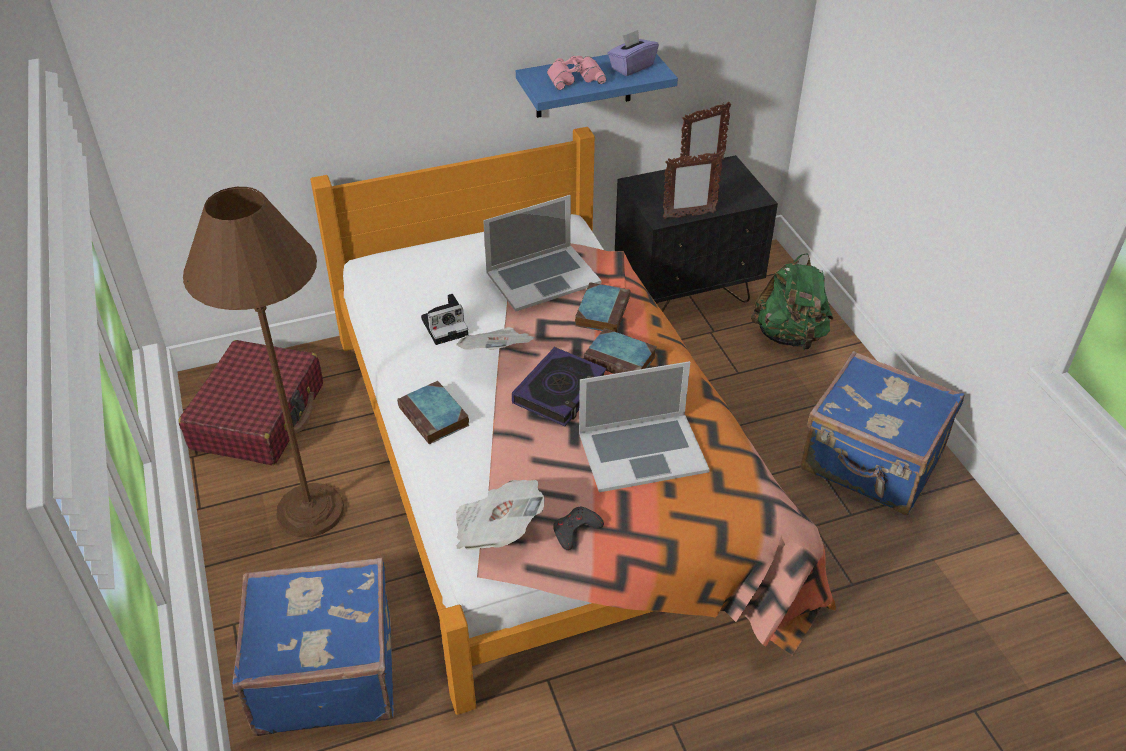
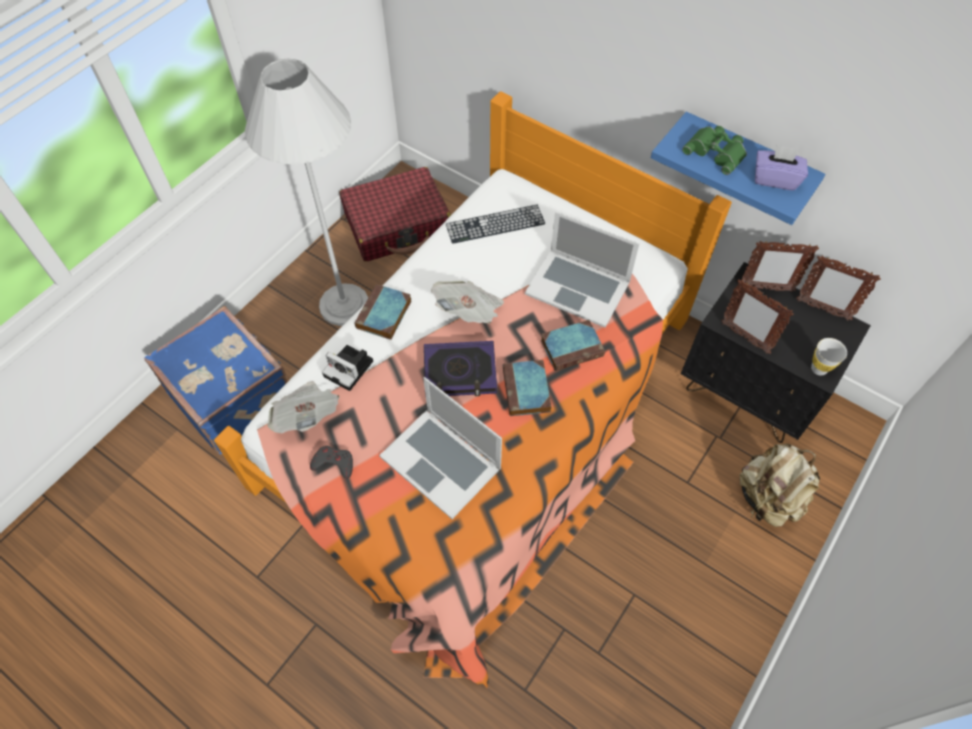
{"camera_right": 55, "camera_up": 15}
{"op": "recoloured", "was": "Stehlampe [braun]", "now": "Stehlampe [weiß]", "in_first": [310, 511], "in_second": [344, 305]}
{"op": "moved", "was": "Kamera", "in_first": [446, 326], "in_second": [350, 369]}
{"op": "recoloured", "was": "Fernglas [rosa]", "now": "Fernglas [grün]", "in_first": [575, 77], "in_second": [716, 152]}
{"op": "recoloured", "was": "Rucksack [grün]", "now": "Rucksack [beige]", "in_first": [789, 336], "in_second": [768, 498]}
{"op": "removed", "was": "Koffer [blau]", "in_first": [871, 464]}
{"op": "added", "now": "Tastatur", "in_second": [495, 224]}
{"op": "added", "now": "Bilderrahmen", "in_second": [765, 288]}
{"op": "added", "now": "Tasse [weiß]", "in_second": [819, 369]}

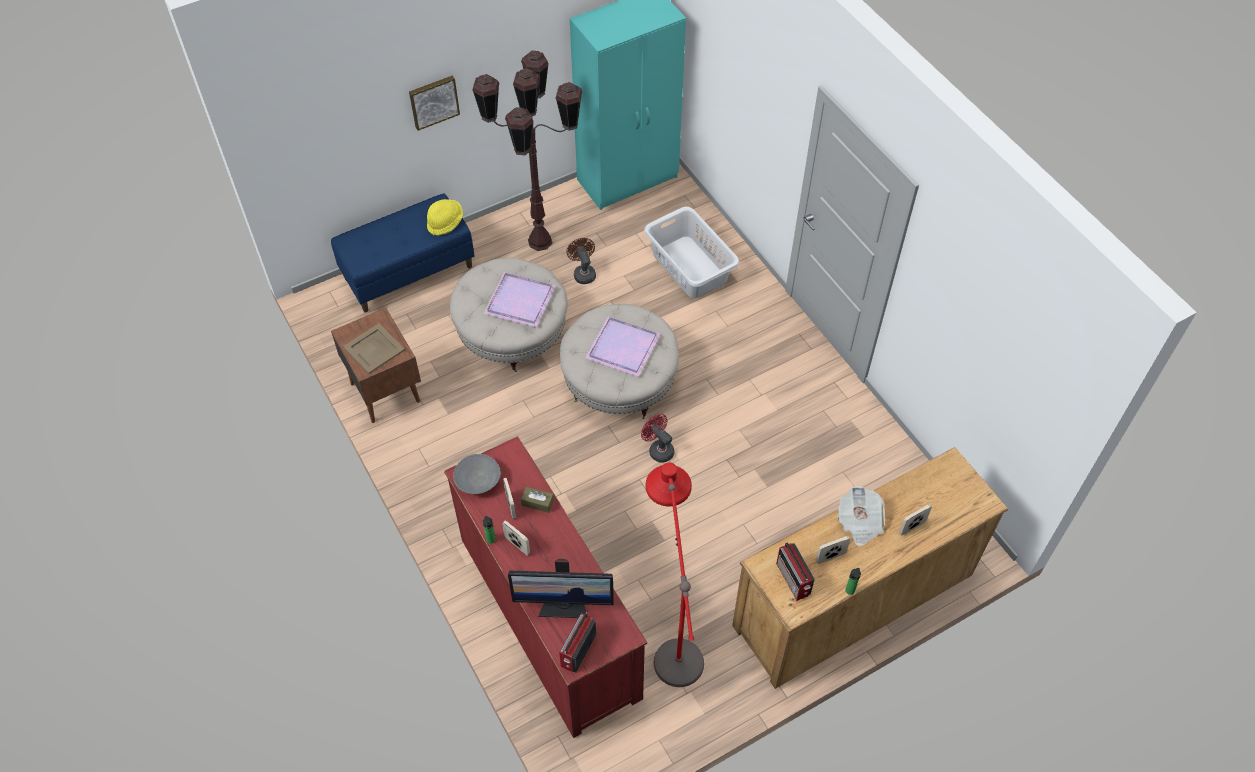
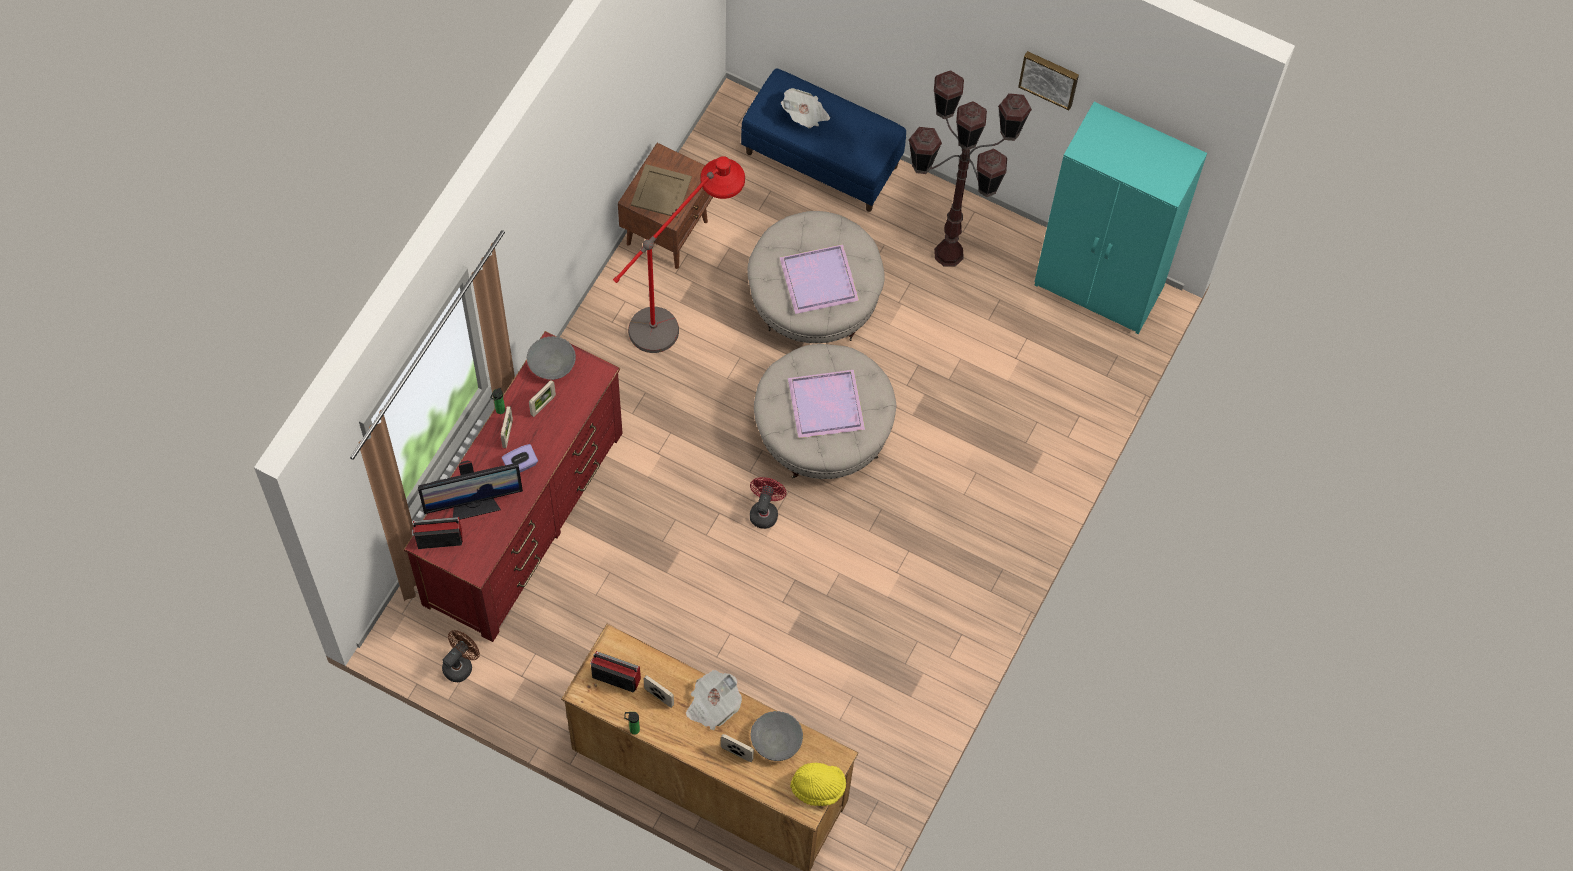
{"camera_right": 55, "camera_up": 10}
{"op": "moved", "was": "Bild", "in_first": [433, 101], "in_second": [1049, 78]}
{"op": "moved", "was": "Hut [gelb]", "in_first": [445, 223], "in_second": [818, 787]}
{"op": "turned", "was": "Monitor", "in_first": [563, 605], "in_second": [473, 504], "clockwise": -75}
{"op": "removed", "was": "Taschentuchbox [braun]", "in_first": [537, 502]}
{"op": "moved", "was": "Ventilator [braun]", "in_first": [583, 273], "in_second": [460, 664]}
{"op": "removed", "was": "Wäschekorb [grau]", "in_first": [689, 267]}
{"op": "moved", "was": "Stehlampe [rot]", "in_first": [672, 629], "in_second": [681, 309]}
{"op": "turned", "was": "Radio", "in_first": [793, 580], "in_second": [615, 677], "clockwise": 75}
{"op": "added", "now": "Taschentuchbox [lila]", "in_second": [521, 465]}
{"op": "added", "now": "Schüssel [grau]", "in_second": [776, 740]}
{"op": "added", "now": "Zeitung", "in_second": [805, 115]}

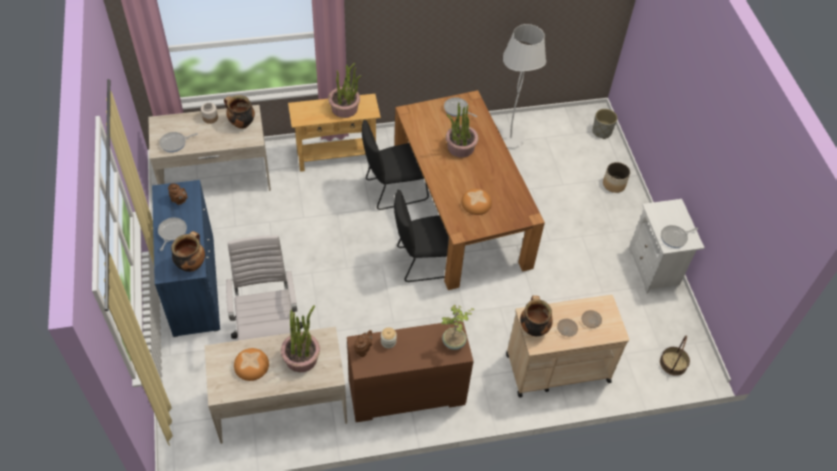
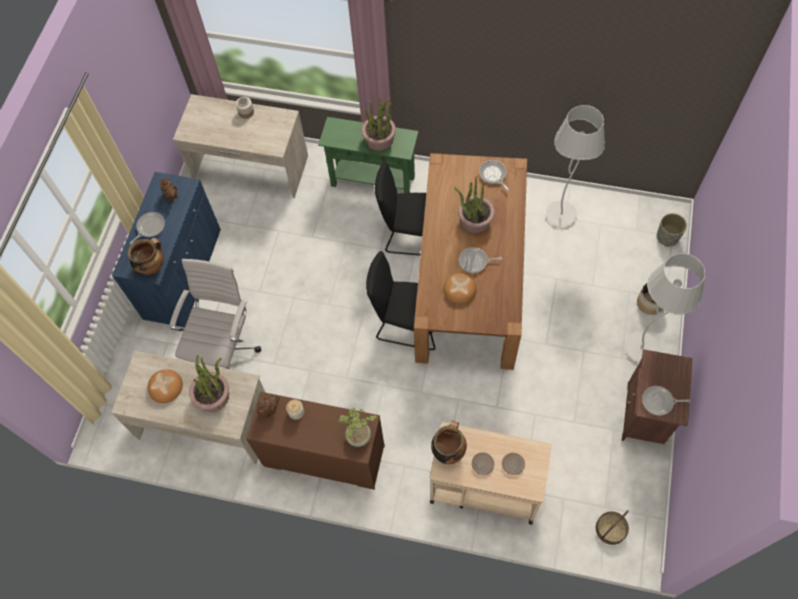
{"camera_right": 30, "camera_up": 10}
{"op": "moved", "was": "Pfanne", "in_first": [175, 143], "in_second": [475, 261]}
{"op": "removed", "was": "Kochtopf", "in_first": [241, 123]}
{"op": "recoloured", "was": "Konsolentisch [beige]", "now": "Konsolentisch [grün]", "in_first": [336, 157], "in_second": [373, 181]}
{"op": "recoloured", "was": "Nachttisch [weiß]", "now": "Nachttisch [braun]", "in_first": [655, 268], "in_second": [645, 415]}
{"op": "added", "now": "Stehlampe [weiß]", "in_second": [641, 348]}

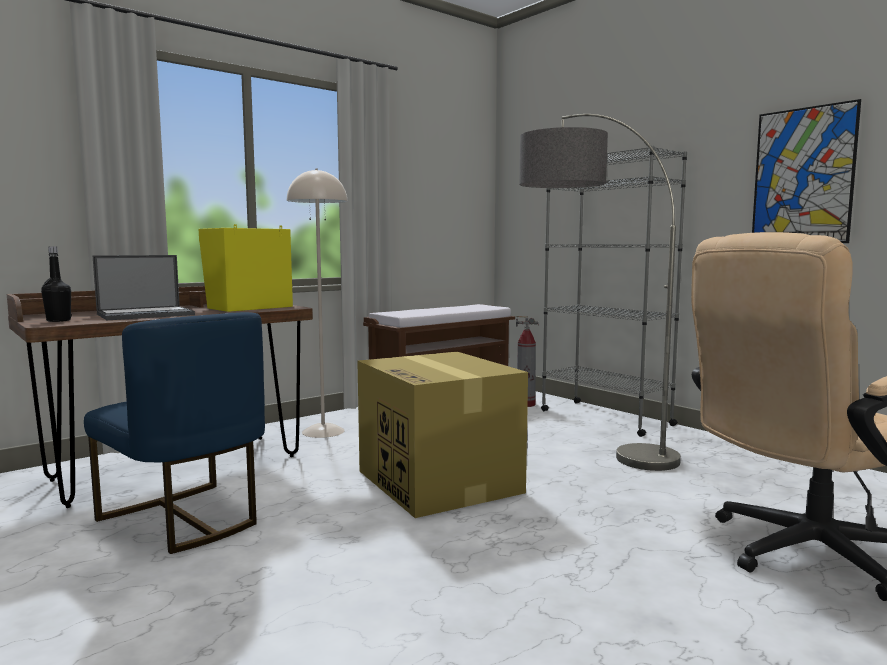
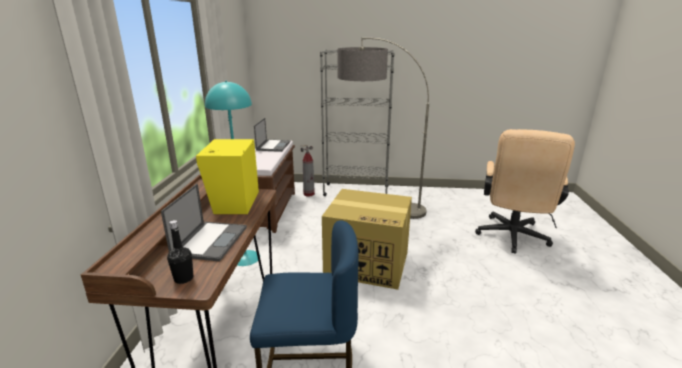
{"camera_right": -45, "camera_up": 15}
{"op": "recoloured", "was": "Stehlampe [beige]", "now": "Stehlampe [türkis]", "in_first": [323, 431], "in_second": [245, 257]}
{"op": "removed", "was": "Bild", "in_first": [803, 176]}
{"op": "added", "now": "Laptop", "in_second": [273, 146]}

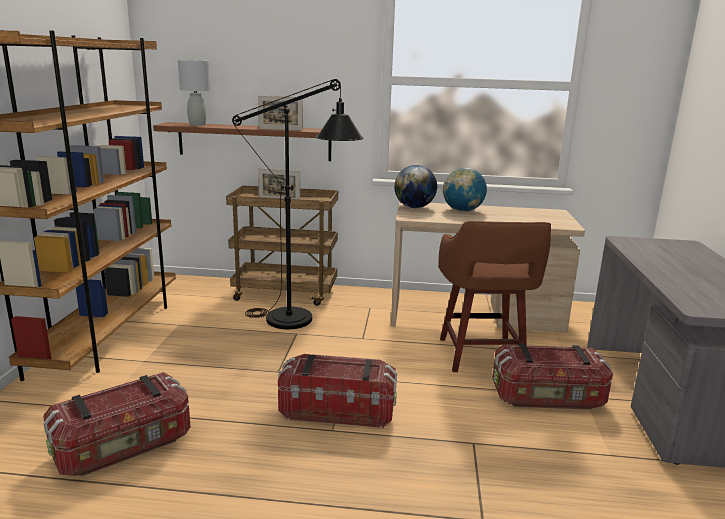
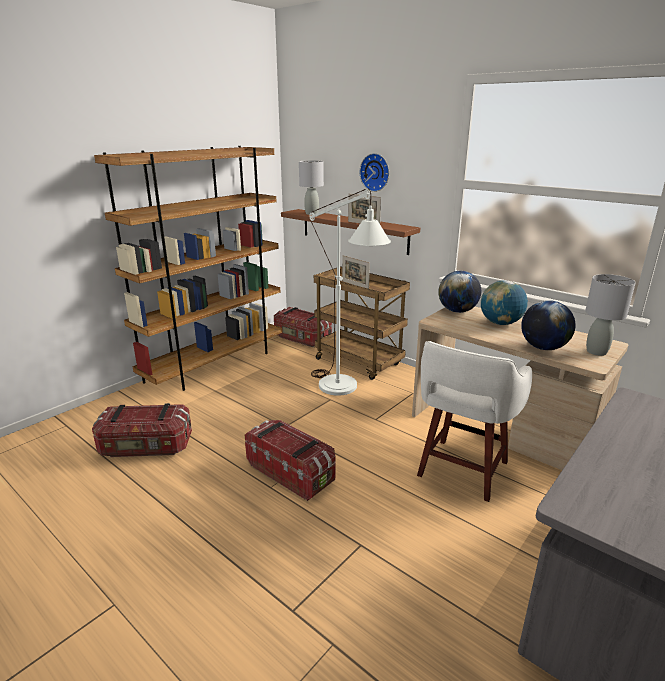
{"camera_right": 35, "camera_up": 5}
{"op": "recoloured", "was": "Stehlampe [schwarz]", "now": "Stehlampe [weiß]", "in_first": [301, 321], "in_second": [344, 390]}
{"op": "recoloured", "was": "Hocker [braun]", "now": "Hocker [weiß]", "in_first": [482, 356], "in_second": [461, 471]}
{"op": "moved", "was": "Aufbewahrungsbox", "in_first": [548, 398], "in_second": [301, 339]}
{"op": "added", "now": "Wanduhr", "in_second": [376, 172]}
{"op": "added", "now": "Globus", "in_second": [543, 348]}
{"op": "added", "now": "Tischlampe [grau]", "in_second": [597, 352]}

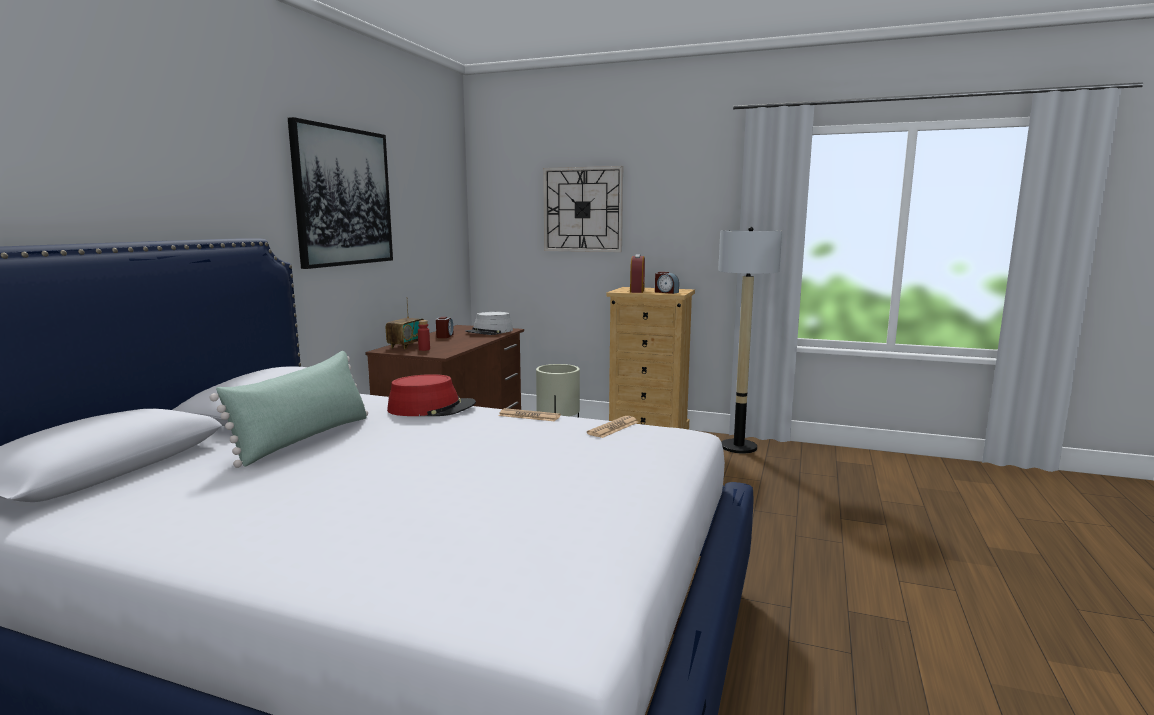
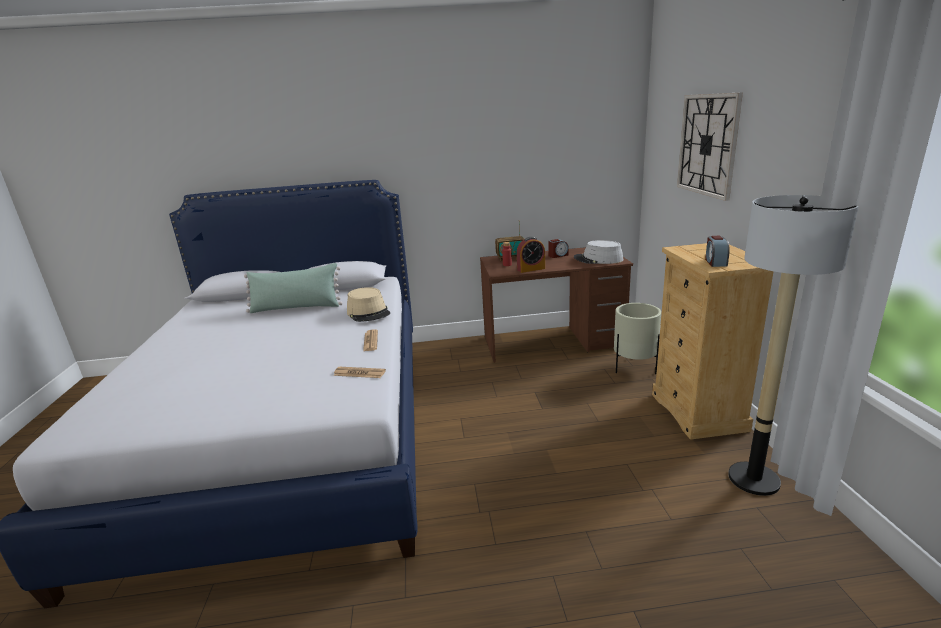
{"camera_right": 65, "camera_up": 10}
{"op": "removed", "was": "Bild", "in_first": [343, 197]}
{"op": "recoloured", "was": "Hut [rot]", "now": "Hut [beige]", "in_first": [432, 408], "in_second": [369, 313]}
{"op": "moved", "was": "Wecker", "in_first": [637, 291], "in_second": [531, 269]}

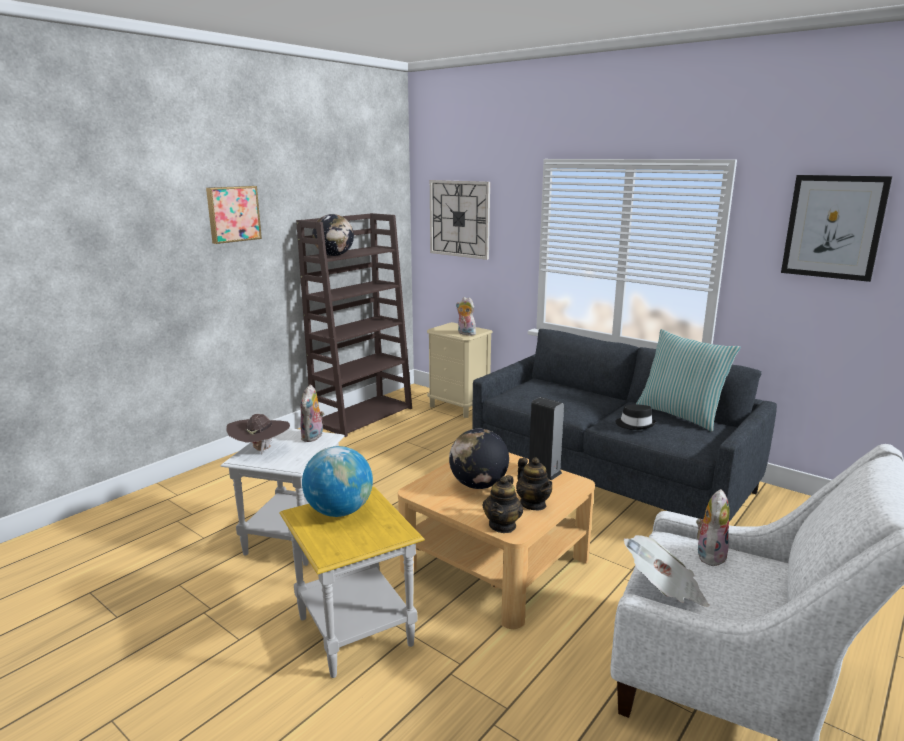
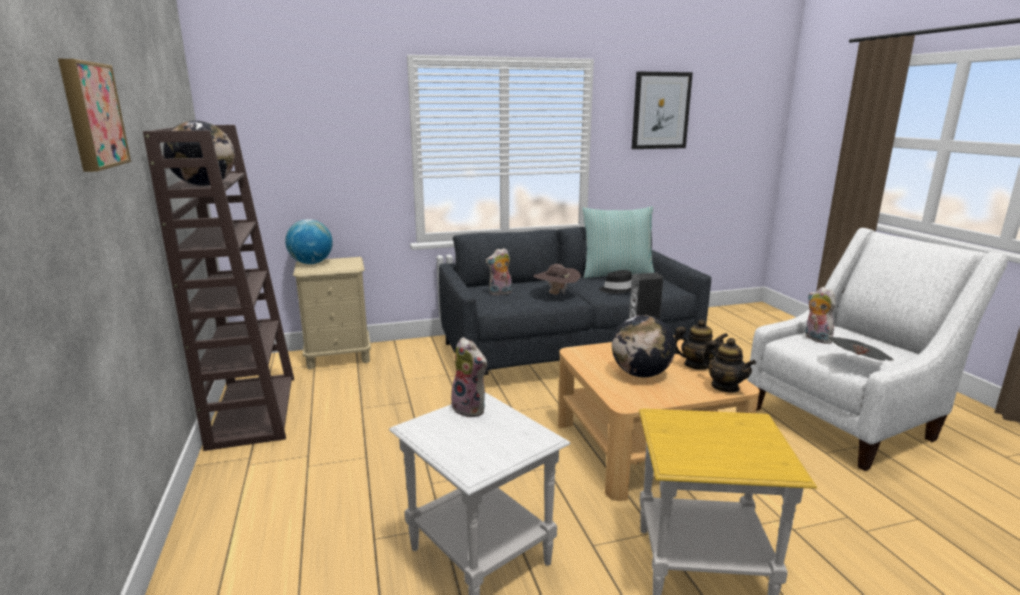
{"camera_right": -55, "camera_up": 0}
{"op": "moved", "was": "Hut [braun]", "in_first": [261, 450], "in_second": [556, 294]}
{"op": "moved", "was": "Globus", "in_first": [339, 511], "in_second": [311, 263]}
{"op": "removed", "was": "Wanduhr", "in_first": [459, 219]}
{"op": "moved", "was": "Plüschtier", "in_first": [465, 333], "in_second": [500, 293]}

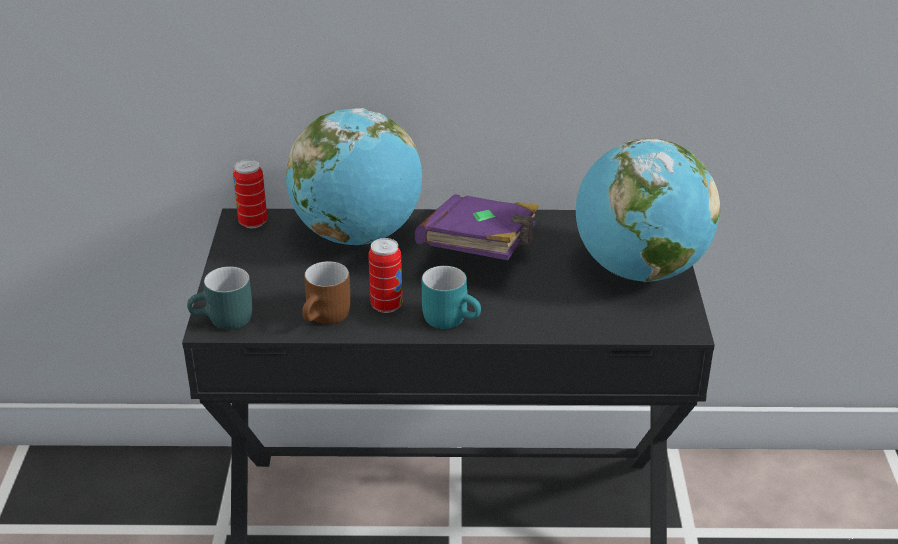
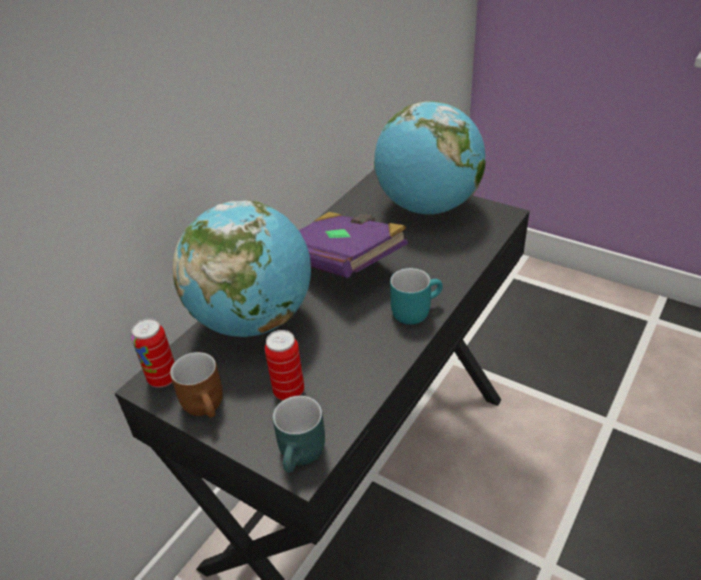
{"camera_right": -55, "camera_up": 5}
{"op": "moved", "was": "Henkelbecher [braun]", "in_first": [327, 318], "in_second": [208, 405]}
{"op": "moved", "was": "Dose", "in_first": [386, 305], "in_second": [289, 391]}

